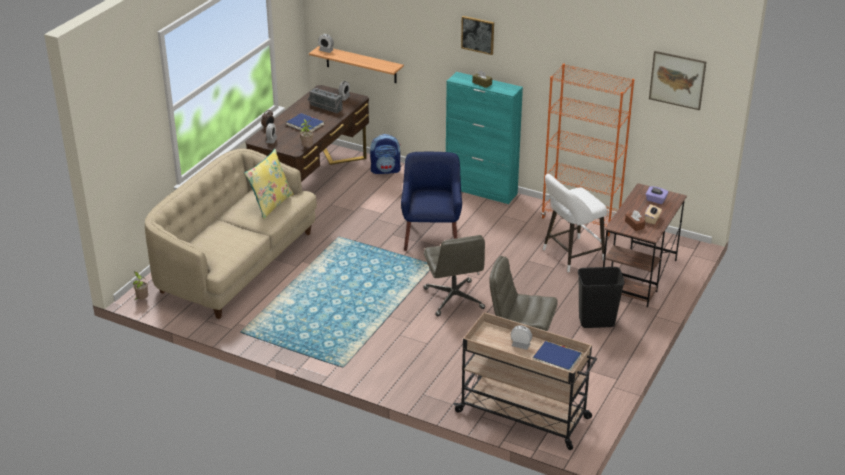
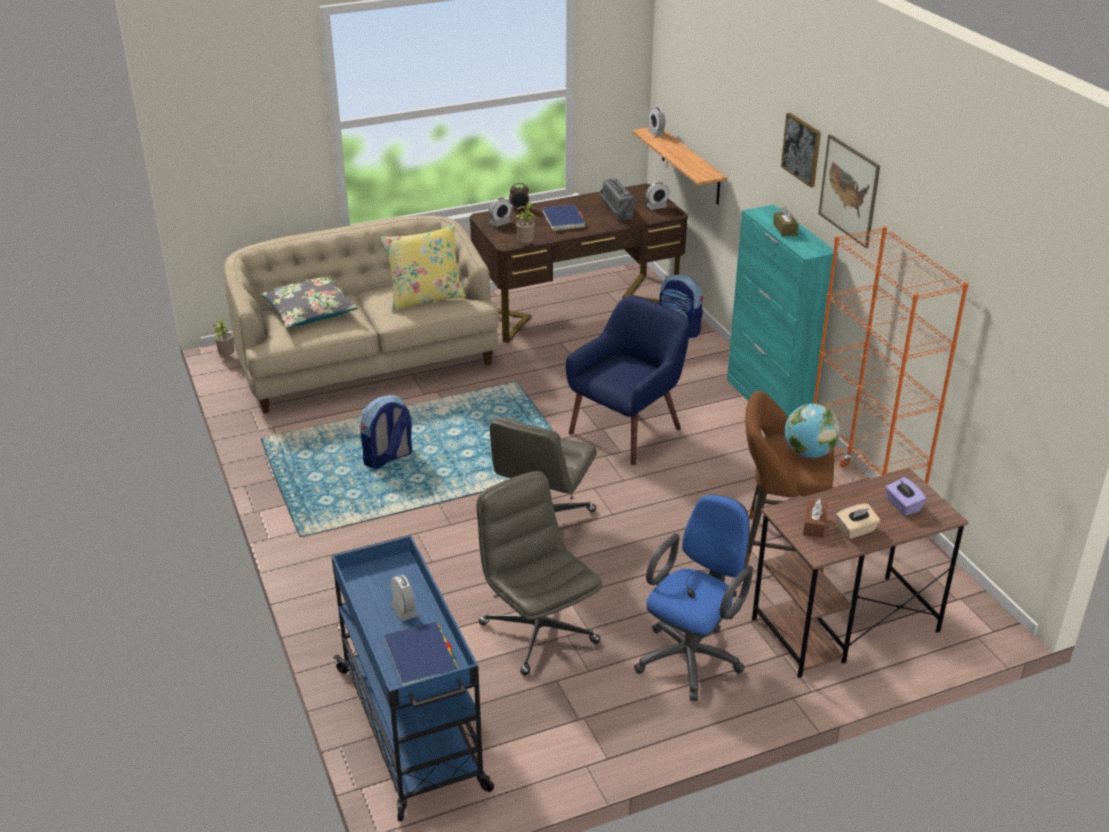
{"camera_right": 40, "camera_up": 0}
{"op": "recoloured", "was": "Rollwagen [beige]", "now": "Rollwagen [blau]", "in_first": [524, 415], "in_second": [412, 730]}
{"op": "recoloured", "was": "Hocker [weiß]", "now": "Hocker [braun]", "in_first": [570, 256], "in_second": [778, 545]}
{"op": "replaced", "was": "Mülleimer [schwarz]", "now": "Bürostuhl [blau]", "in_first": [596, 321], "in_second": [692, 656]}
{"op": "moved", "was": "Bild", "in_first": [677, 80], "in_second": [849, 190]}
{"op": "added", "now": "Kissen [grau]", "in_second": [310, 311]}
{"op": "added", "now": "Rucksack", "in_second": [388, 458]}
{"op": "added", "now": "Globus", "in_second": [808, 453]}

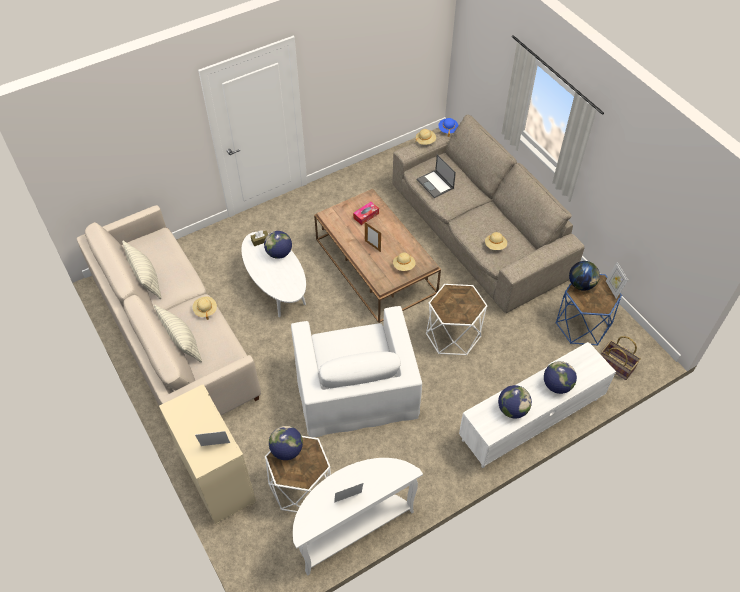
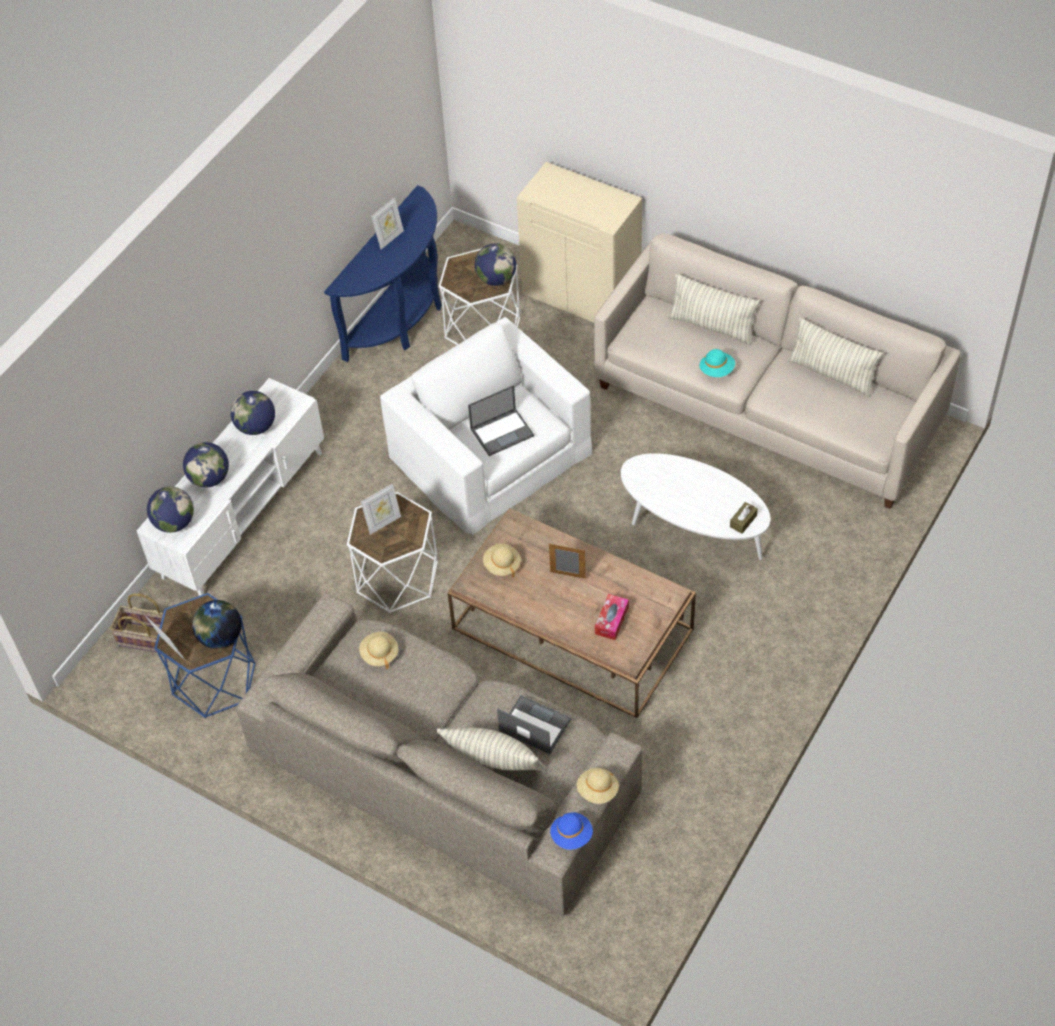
{"camera_right": 155, "camera_up": 0}
{"op": "recoloured", "was": "Hut [beige]", "now": "Hut [türkis]", "in_first": [205, 310], "in_second": [717, 370]}
{"op": "moved", "was": "Bilderrahmen", "in_first": [215, 447], "in_second": [383, 523]}
{"op": "moved", "was": "Globus", "in_first": [279, 253], "in_second": [174, 523]}
{"op": "recoloured", "was": "Konsolentisch [weiß]", "now": "Konsolentisch [blau]", "in_first": [352, 527], "in_second": [401, 319]}
{"op": "added", "now": "Kissen", "in_second": [493, 762]}
{"op": "added", "now": "Laptop", "in_second": [502, 432]}

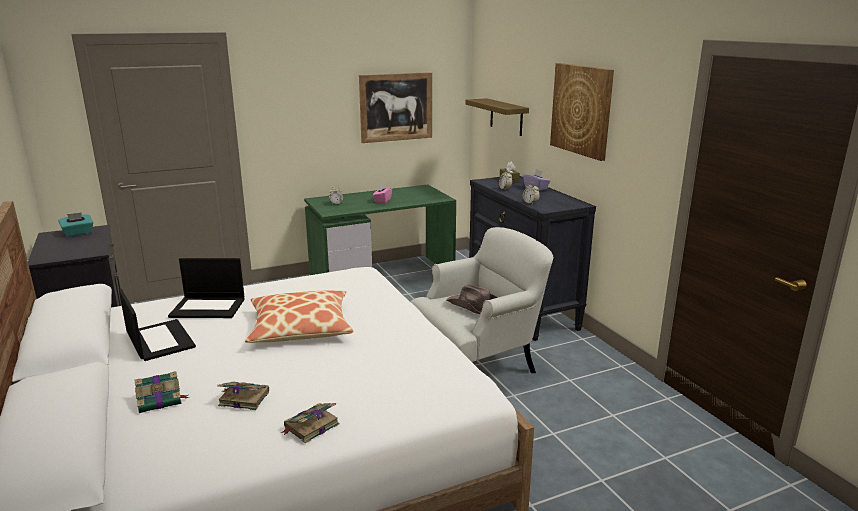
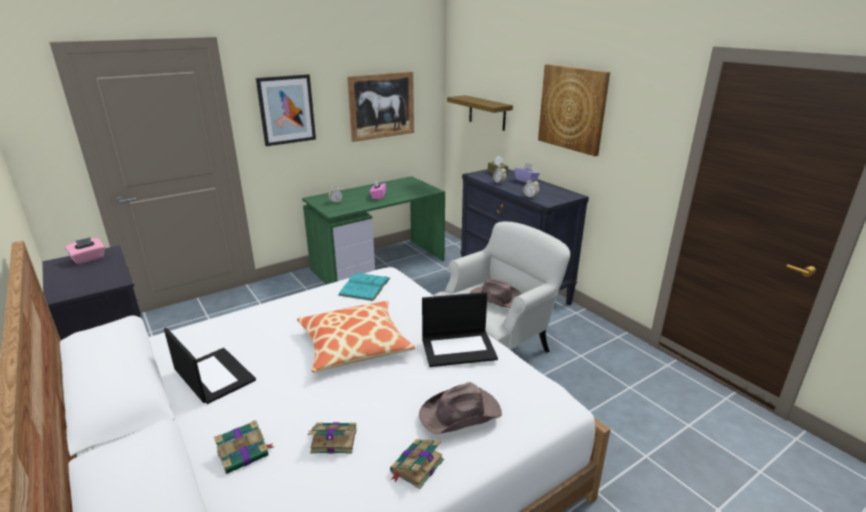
{"camera_right": -10, "camera_up": 5}
{"op": "recoloured", "was": "Taschentuchbox [türkis]", "now": "Taschentuchbox [rosa]", "in_first": [78, 233], "in_second": [89, 259]}
{"op": "moved", "was": "Laptop", "in_first": [209, 307], "in_second": [459, 348]}
{"op": "added", "now": "Bild", "in_second": [286, 110]}
{"op": "added", "now": "Buch [türkis]", "in_second": [365, 286]}
{"op": "added", "now": "Hut [braun]", "in_second": [461, 414]}

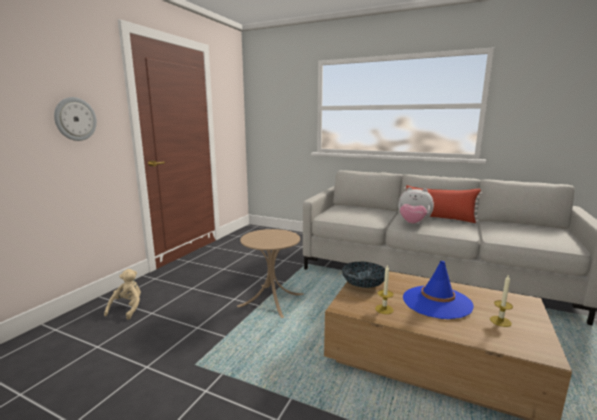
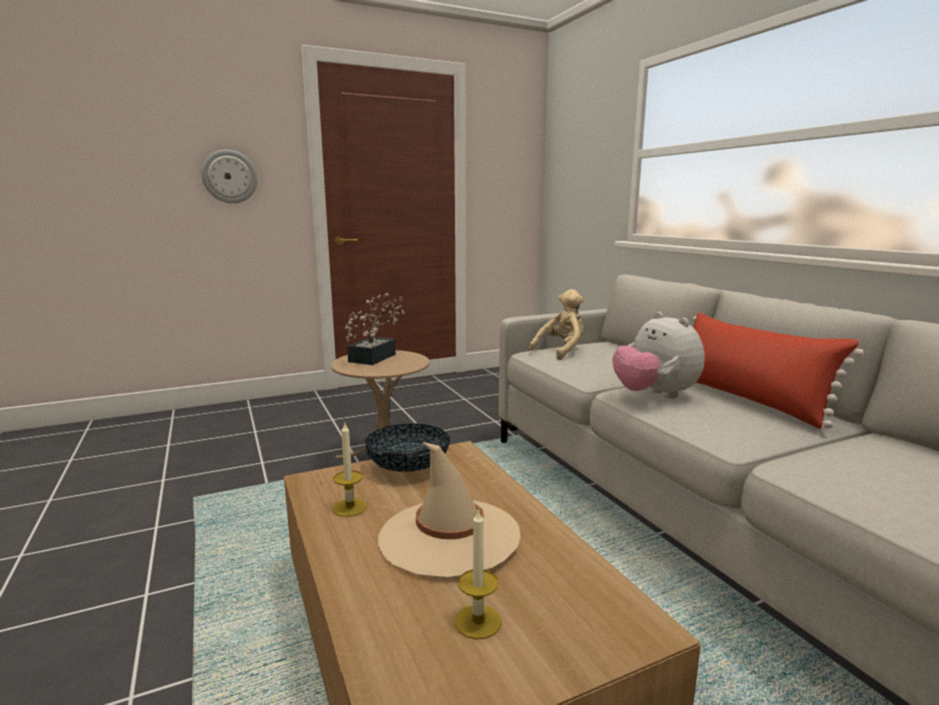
{"camera_right": 40, "camera_up": 0}
{"op": "moved", "was": "Plüschtier [beige]", "in_first": [128, 308], "in_second": [561, 351]}
{"op": "recoloured", "was": "Hut [blau]", "now": "Hut [beige]", "in_first": [436, 302], "in_second": [449, 536]}
{"op": "added", "now": "Topfpflanze", "in_second": [376, 356]}

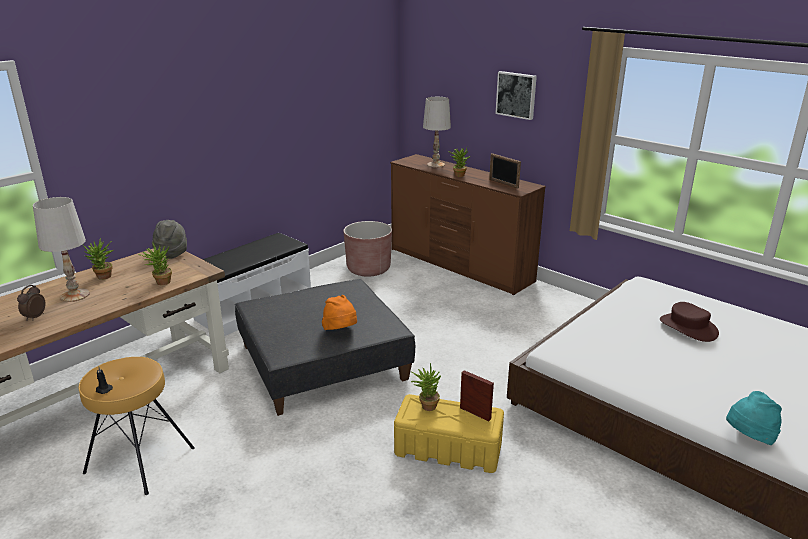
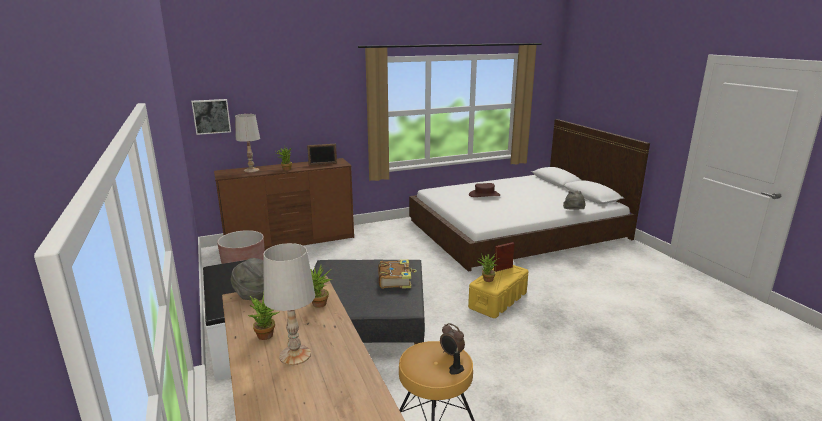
{"camera_right": -65, "camera_up": -5}
{"op": "moved", "was": "Wecker", "in_first": [34, 317], "in_second": [451, 354]}
{"op": "replaced", "was": "Hut [orange]", "now": "Buch", "in_first": [341, 331], "in_second": [395, 280]}
{"op": "moved", "was": "Bild", "in_first": [516, 95], "in_second": [211, 116]}
{"op": "recoloured", "was": "Hut [türkis]", "now": "Hut [grau]", "in_first": [749, 438], "in_second": [573, 212]}

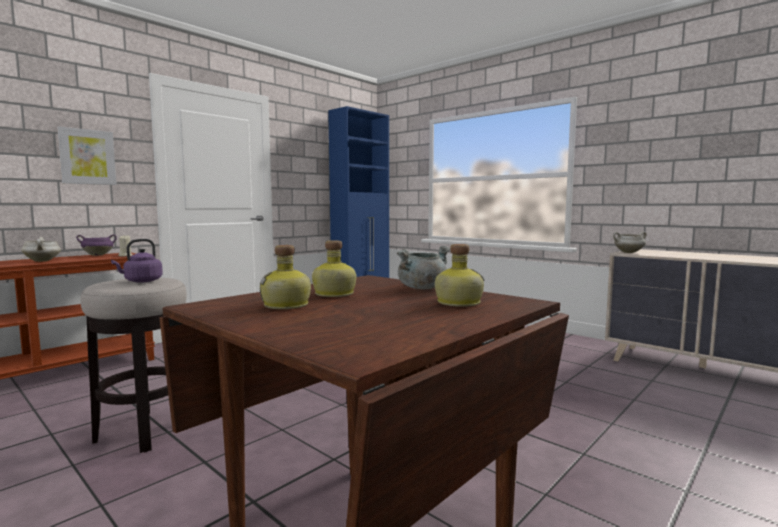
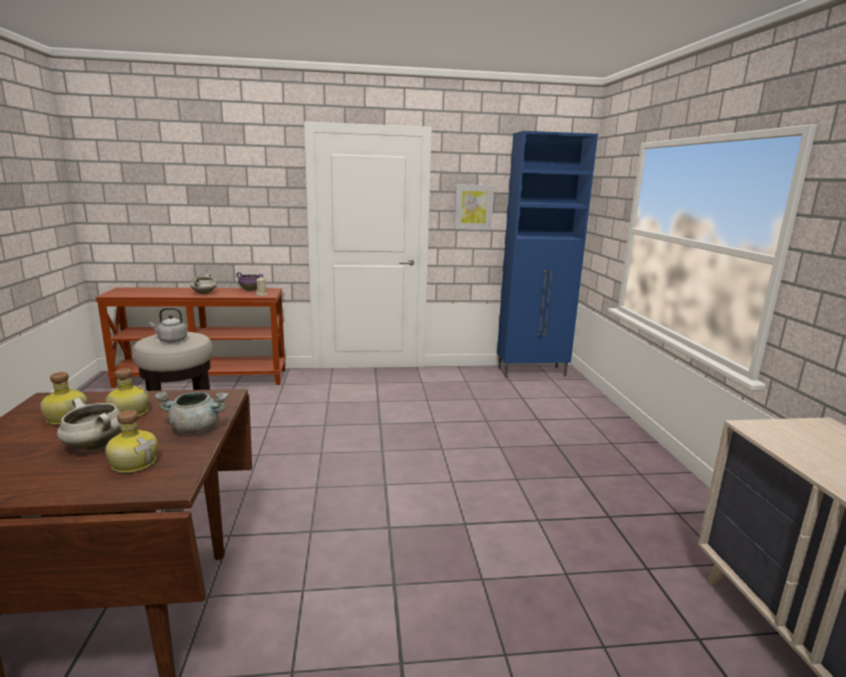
{"camera_right": 40, "camera_up": 10}
{"op": "moved", "was": "Bild", "in_first": [87, 157], "in_second": [473, 207]}
{"op": "recoloured", "was": "Wasserkessel [lila]", "now": "Wasserkessel [grau]", "in_first": [141, 281], "in_second": [171, 340]}
{"op": "moved", "was": "Kochtopf [weiß]", "in_first": [628, 252], "in_second": [94, 446]}

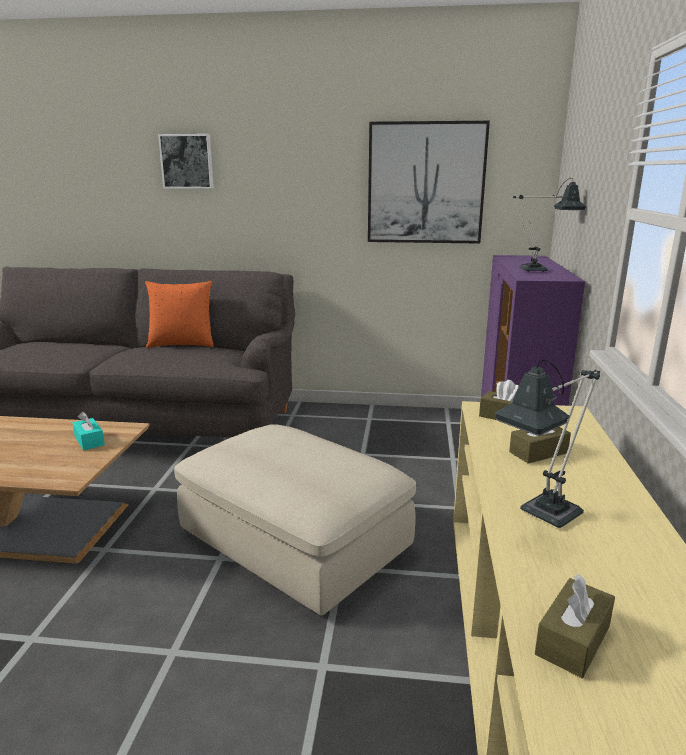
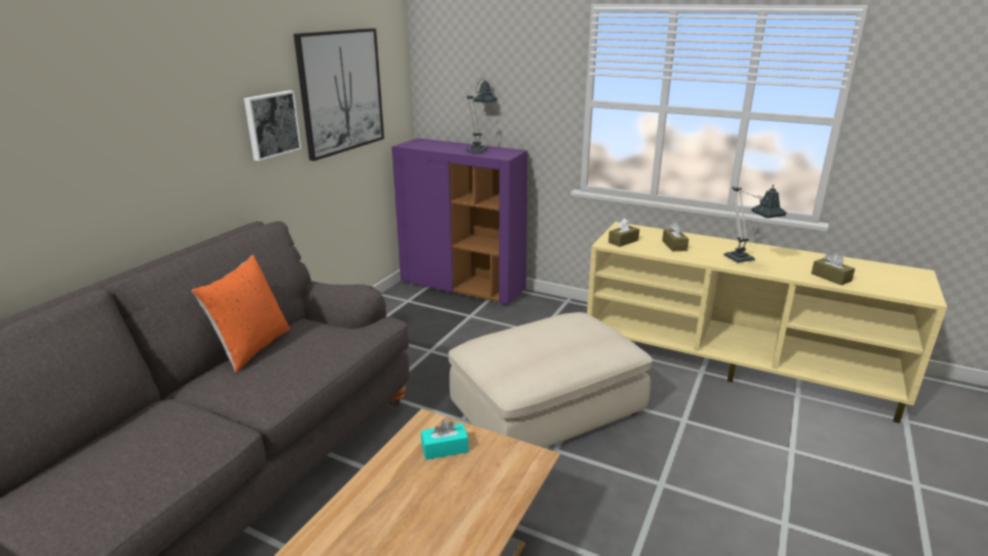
{"camera_right": -70, "camera_up": 5}
{"op": "moved", "was": "Bild", "in_first": [187, 161], "in_second": [271, 124]}

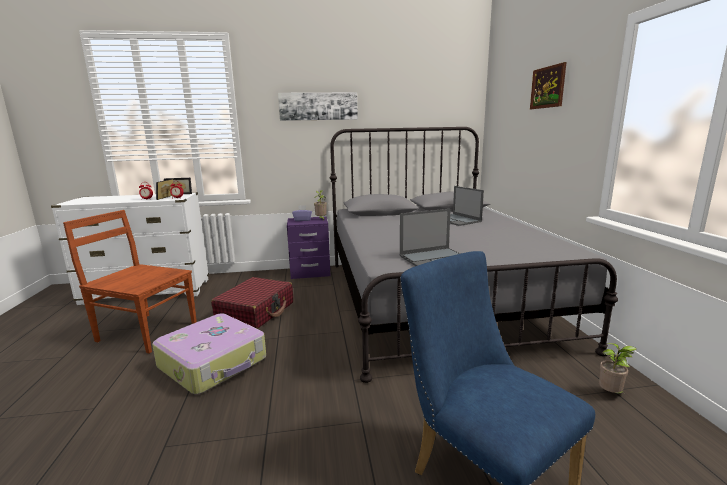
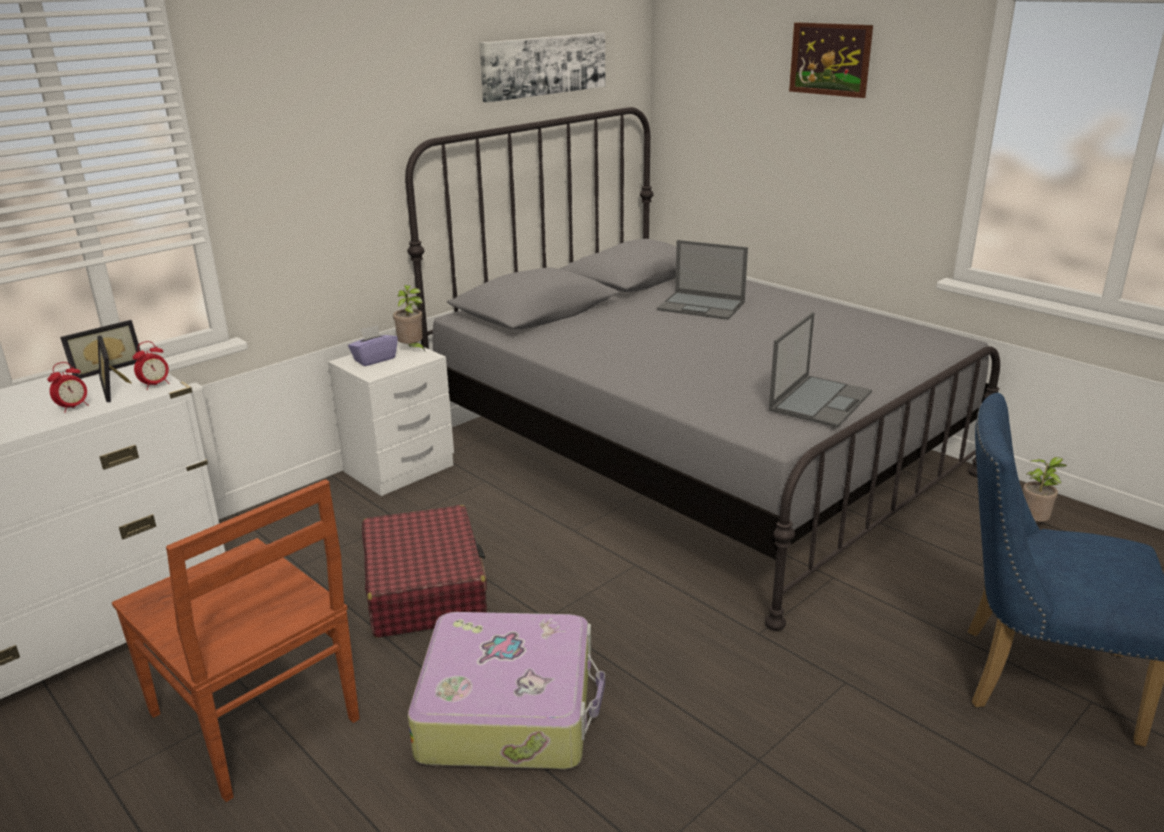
{"camera_right": -35, "camera_up": 10}
{"op": "turned", "was": "Stuhl [braun]", "in_first": [146, 332], "in_second": [256, 720], "clockwise": -120}
{"op": "moved", "was": "Bild", "in_first": [318, 106], "in_second": [543, 65]}
{"op": "recoloured", "was": "Nachttisch [lila]", "now": "Nachttisch [weiß]", "in_first": [310, 272], "in_second": [399, 469]}

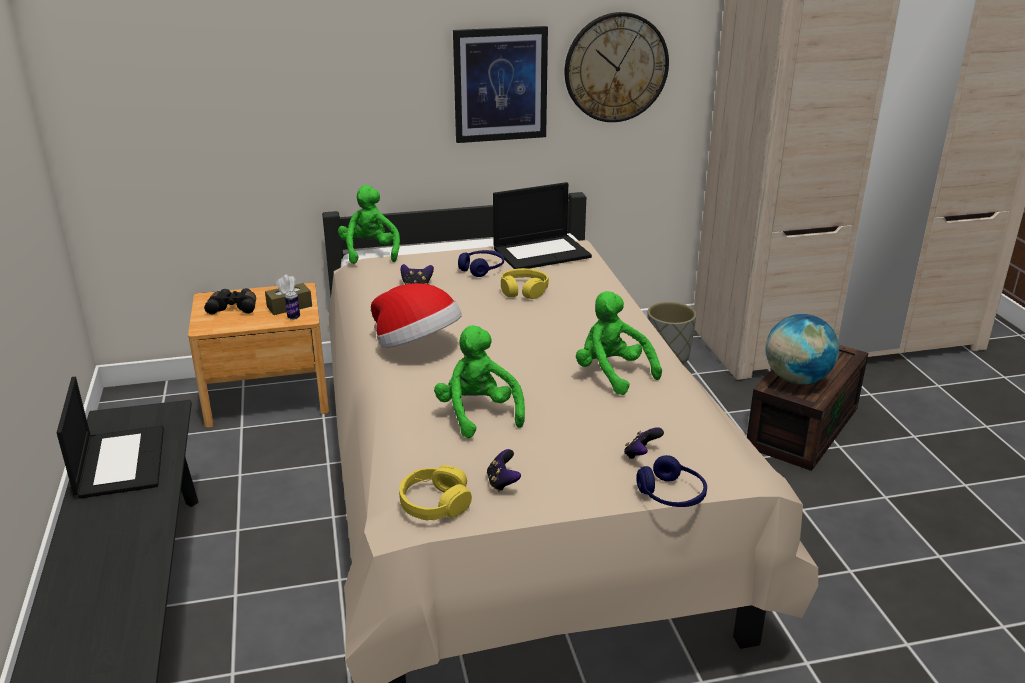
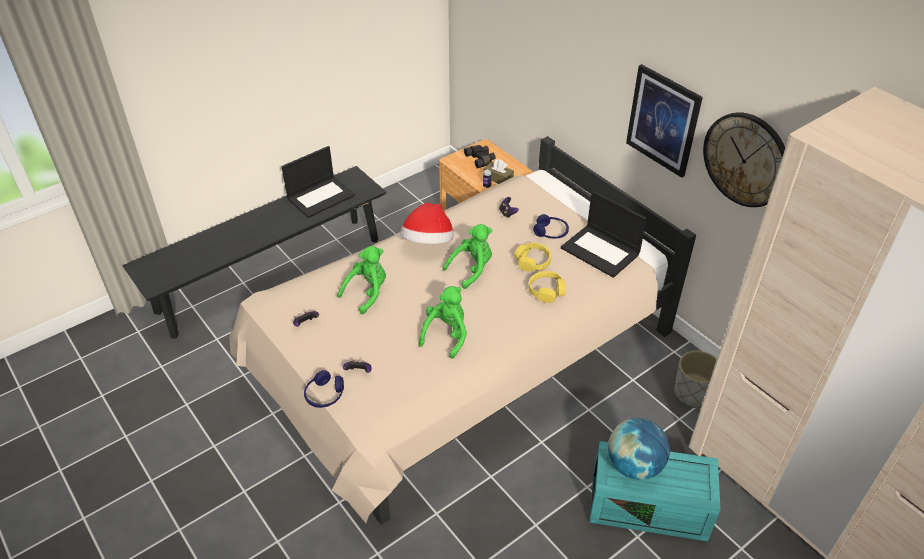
{"camera_right": 65, "camera_up": 15}
{"op": "moved", "was": "Plüschtier [grün]", "in_first": [370, 252], "in_second": [472, 269]}
{"op": "moved", "was": "Kopfhörer [gelb]", "in_first": [435, 503], "in_second": [546, 291]}
{"op": "recoloured", "was": "Aufbewahrungsbox [braun]", "now": "Aufbewahrungsbox [türkis]", "in_first": [801, 425], "in_second": [650, 505]}

